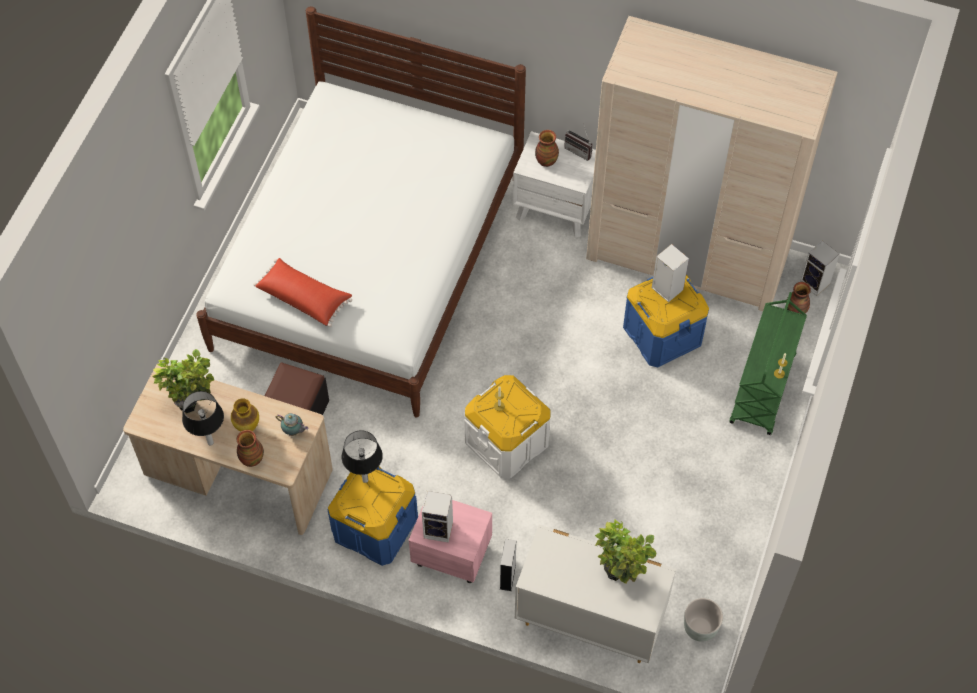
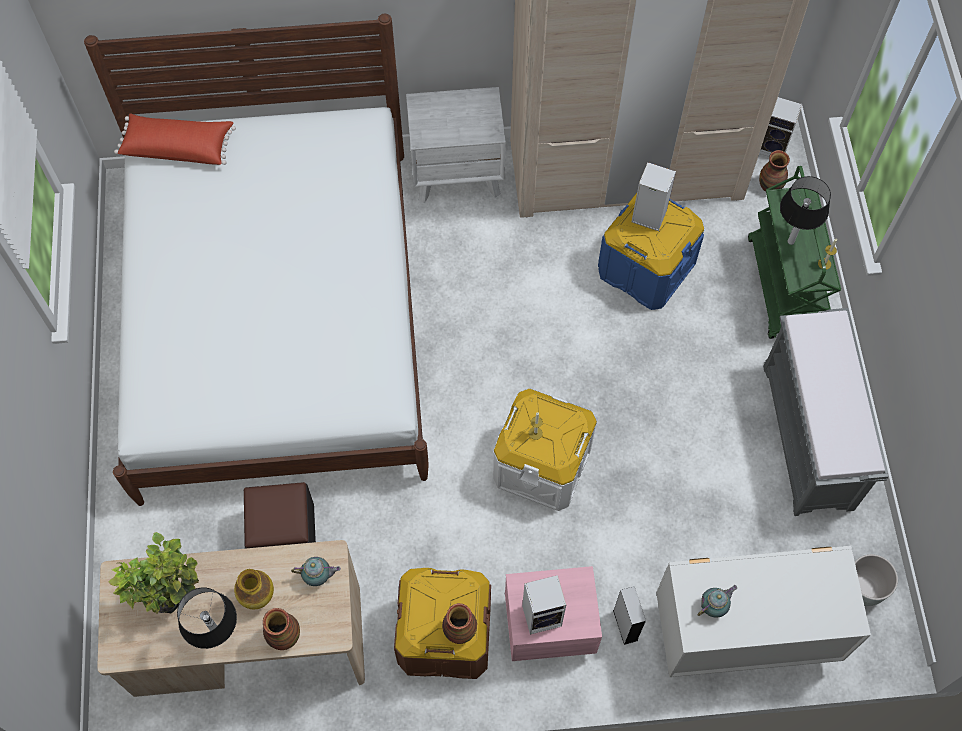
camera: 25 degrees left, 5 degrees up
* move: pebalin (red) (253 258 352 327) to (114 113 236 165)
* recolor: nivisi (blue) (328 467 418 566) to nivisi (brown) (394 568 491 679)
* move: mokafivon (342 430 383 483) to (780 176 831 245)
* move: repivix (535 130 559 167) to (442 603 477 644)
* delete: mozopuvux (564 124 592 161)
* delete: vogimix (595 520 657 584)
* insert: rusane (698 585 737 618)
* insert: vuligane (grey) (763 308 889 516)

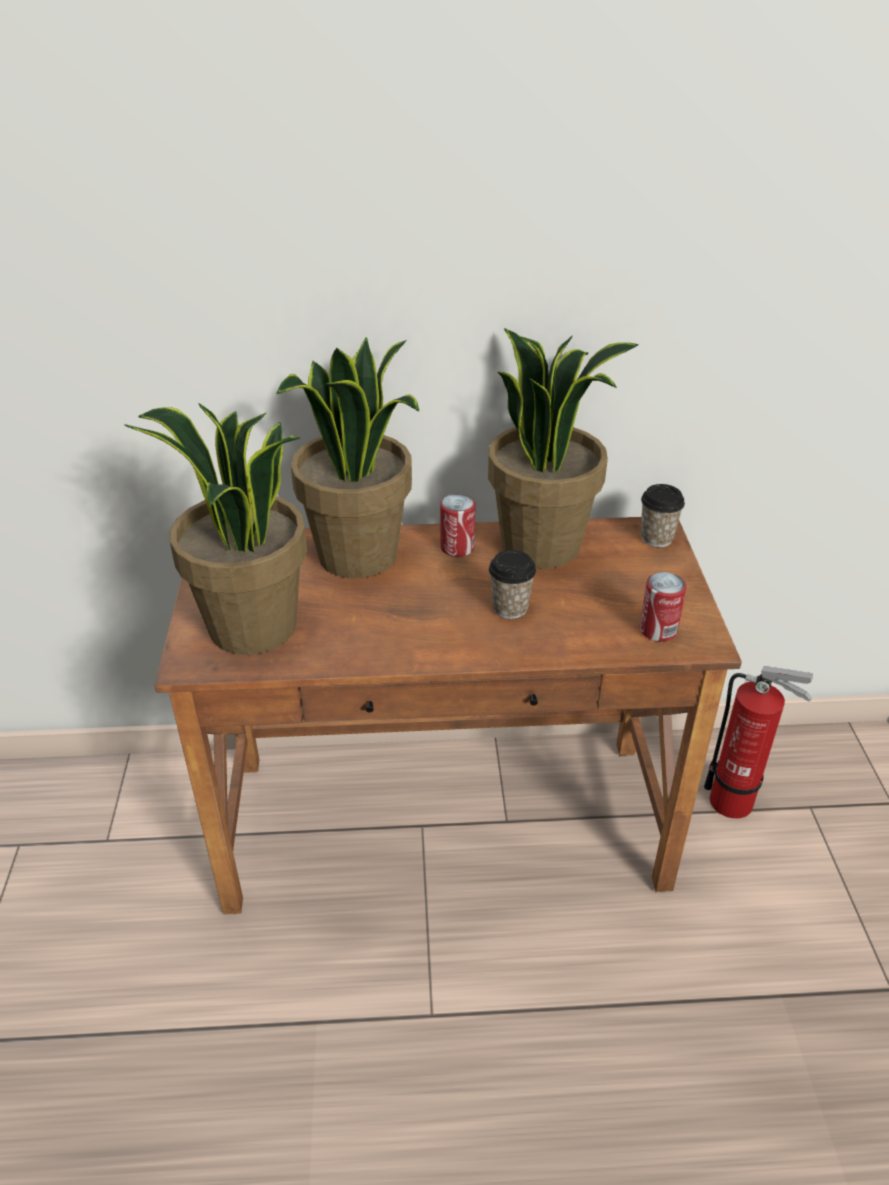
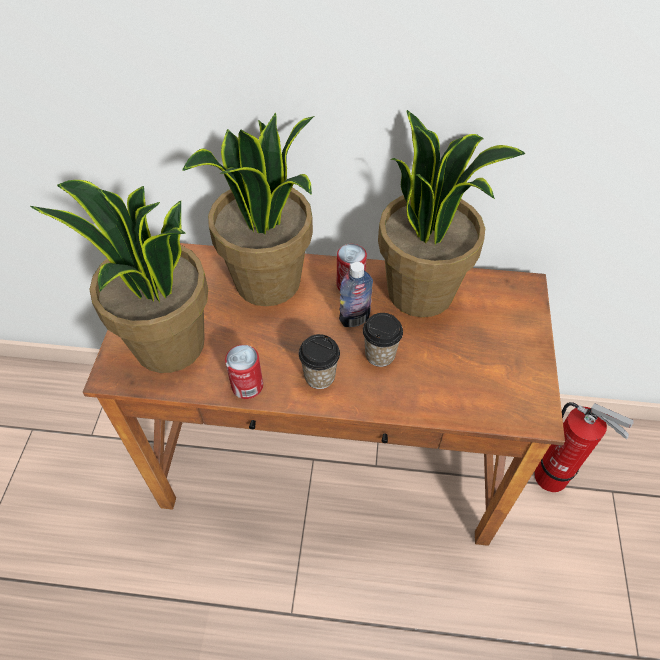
camera: 10 degrees right, 15 degrees up
* move: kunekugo (639 572 686 642) to (225 345 263 399)
* move: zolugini (641 484 685 547) to (299 334 340 389)
* insert: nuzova (339 262 373 327)

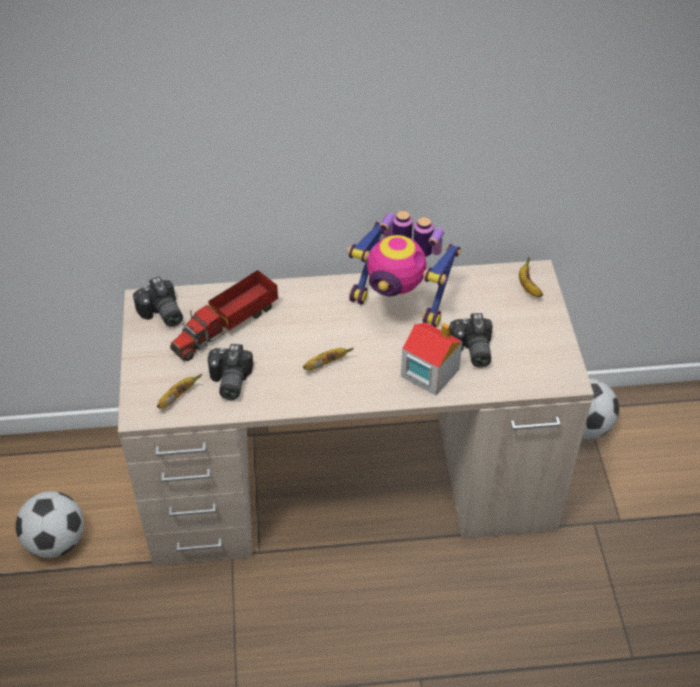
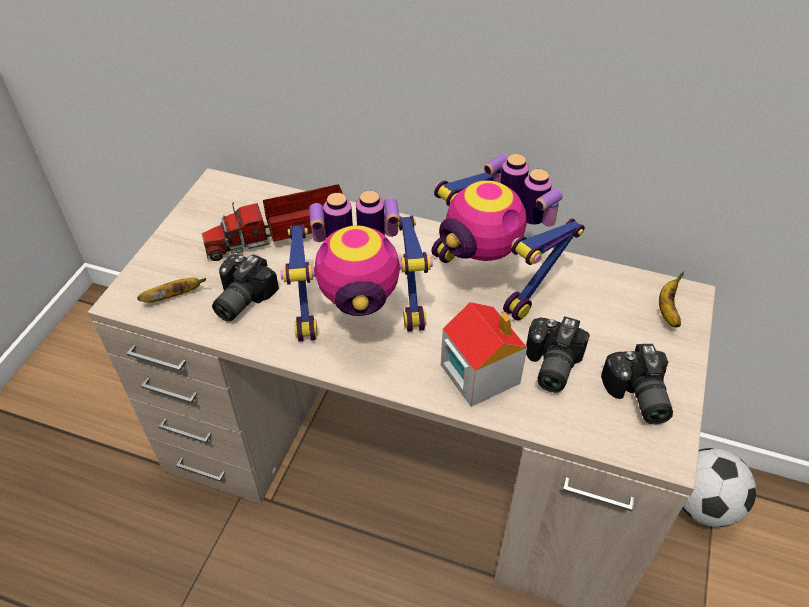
camera: 25 degrees right, 0 degrees up
* delete: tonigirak (15 491 84 558)
* move: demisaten (133 277 183 327) to (601 344 673 424)
* replace: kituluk (303 348 354 370) to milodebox (281 190 433 341)

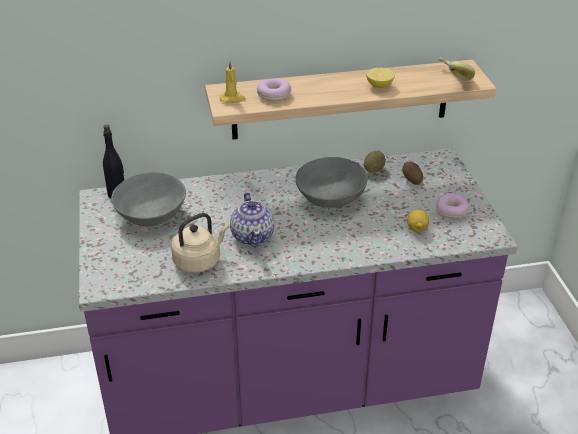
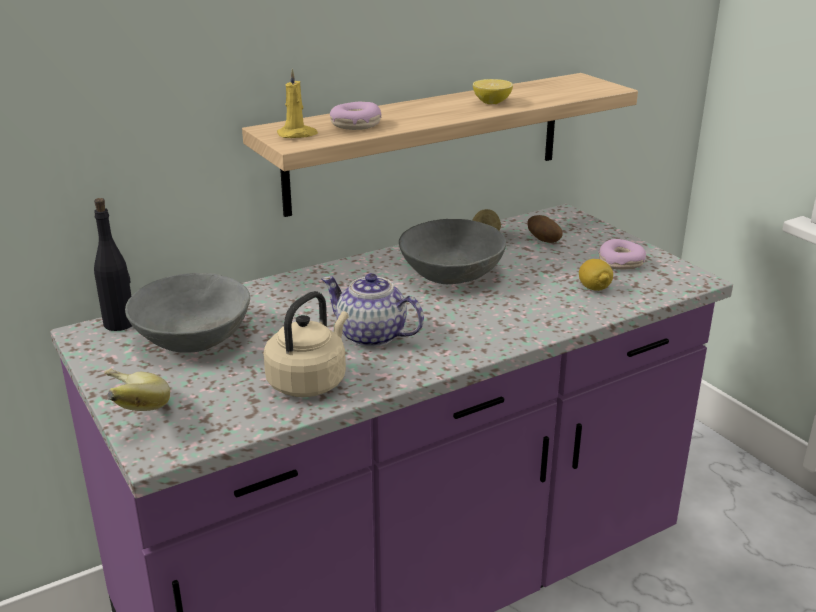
camera: 20 degrees left, 10 degrees down
* rotate: rusane (230 193 274 247) = (321 273 424 347) 150 degrees clockwise
* move: kituluk (439 57 475 81) to (104 368 170 411)

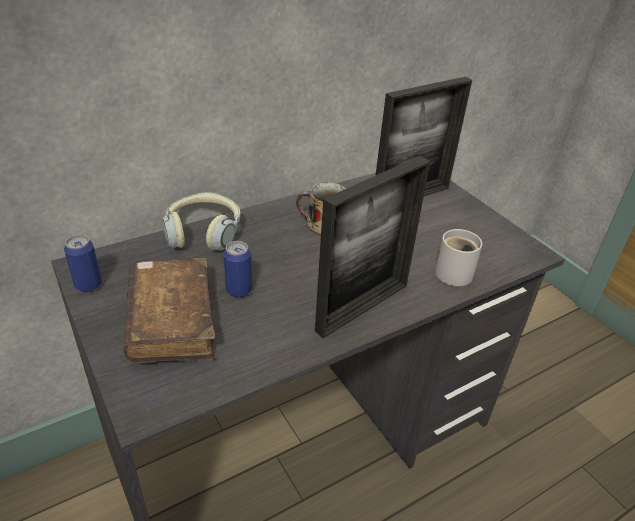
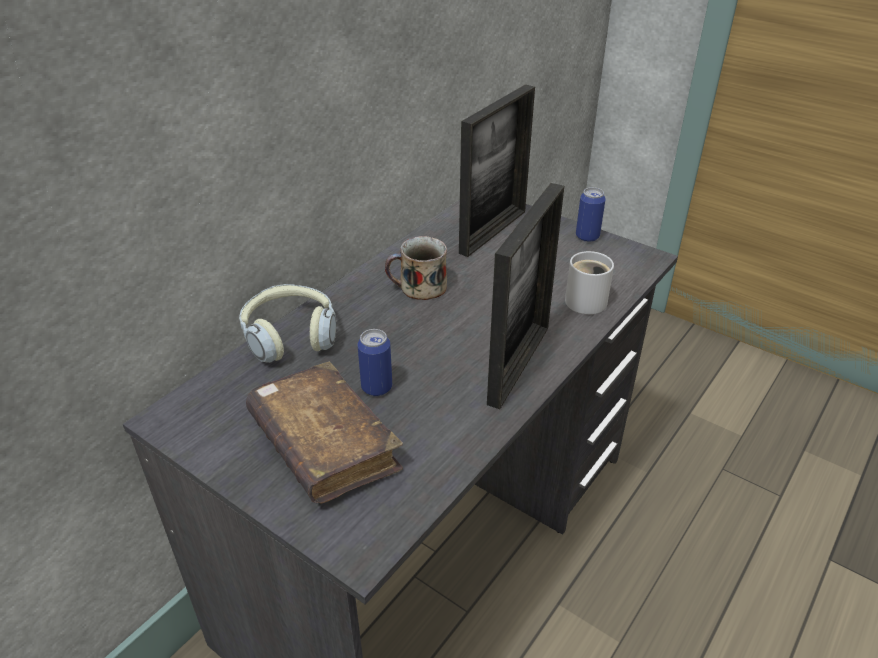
camera: 20 degrees left, 0 degrees up
* move: kunekugo (64 235 102 292) to (576 187 606 242)

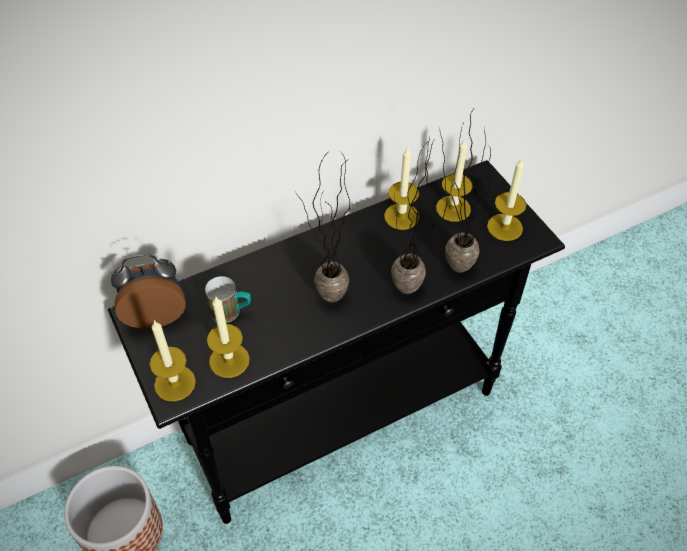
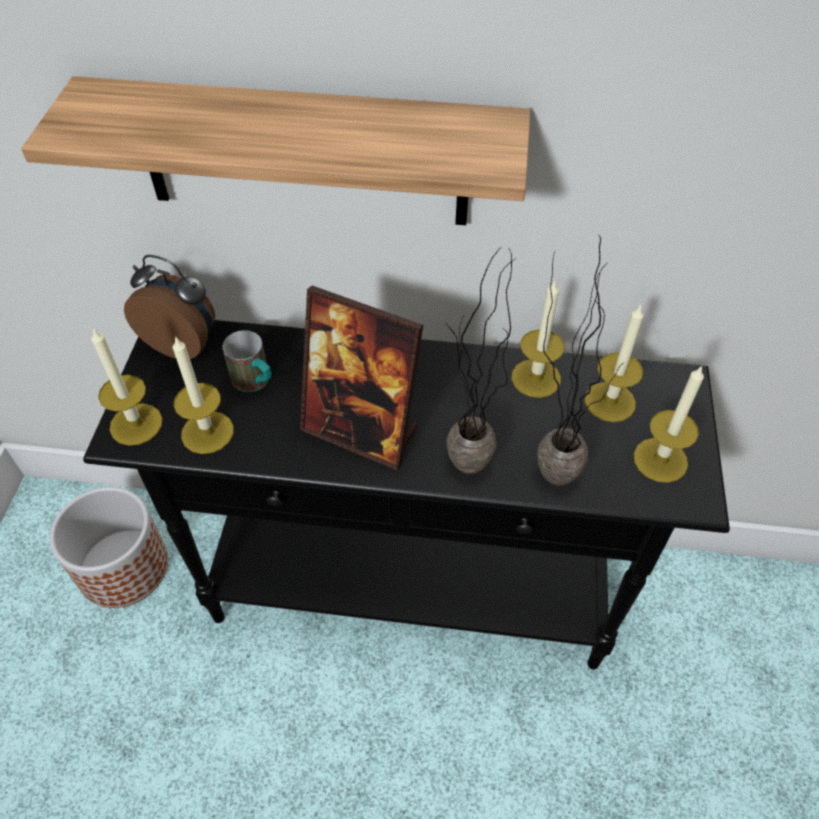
camera: 35 degrees right, 0 degrees up
* replace: vogimix (297 151 350 302) to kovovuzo (300 286 423 470)
* insert: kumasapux (21 76 531 225)

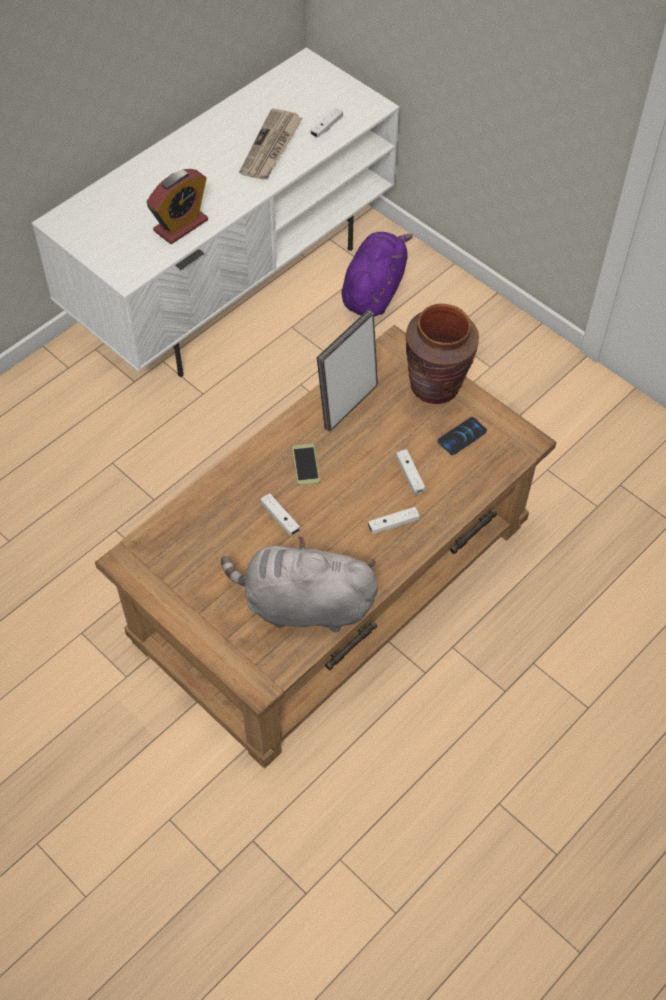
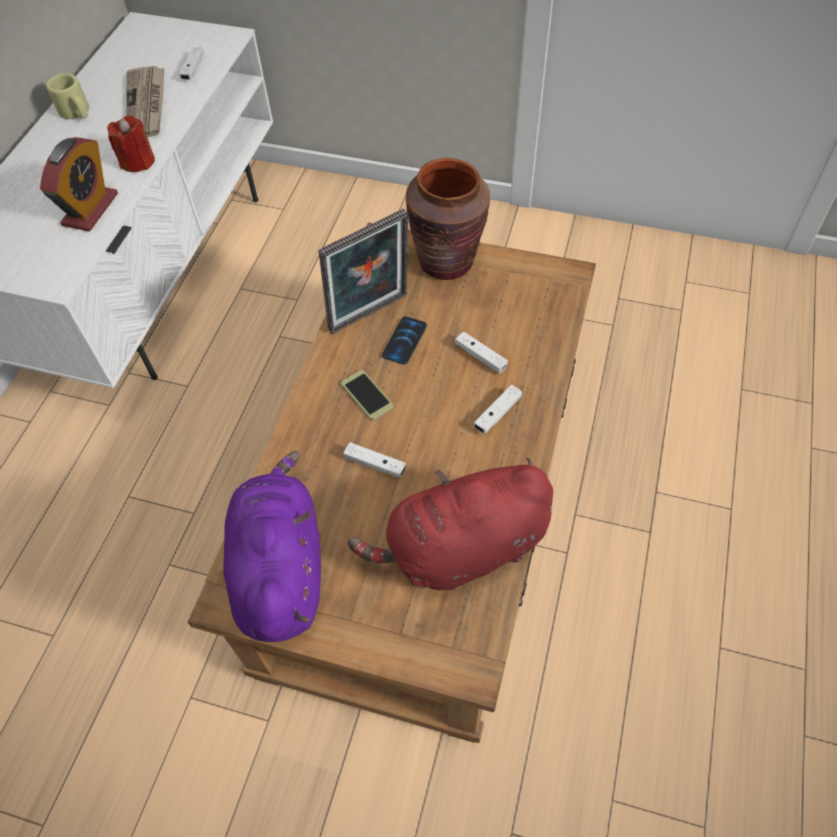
camera: 25 degrees left, 0 degrees up
* recolor: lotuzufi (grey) (221 536 378 632) to lotuzufi (red) (348 458 553 590)
* rotate: kovovuzo (317 310 378 432) = (319 209 408 334) 135 degrees counterclockwise
* move: lotuzufi (purple) (342 232 413 317) to (223 451 321 642)
* move: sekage (437 417 487 455) to (382 316 427 364)
* insert: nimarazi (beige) (46 73 89 119)
* insert: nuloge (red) (107 115 155 172)

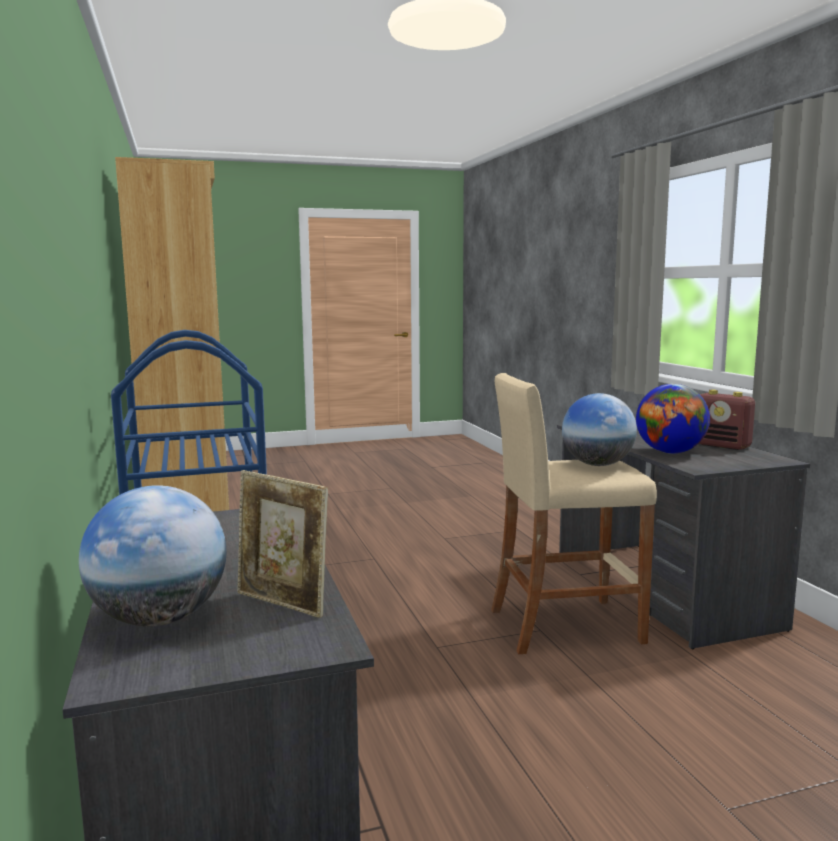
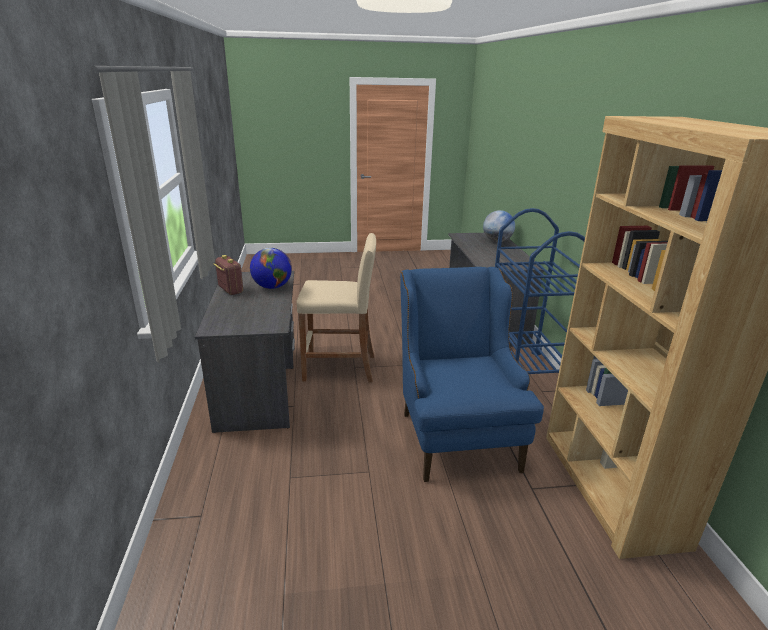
camera: 170 degrees left, 15 degrees up
* delete: kovovuzo (238 470 328 618)
* delete: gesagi (562 393 637 466)
* insert: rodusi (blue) (400 267 544 482)

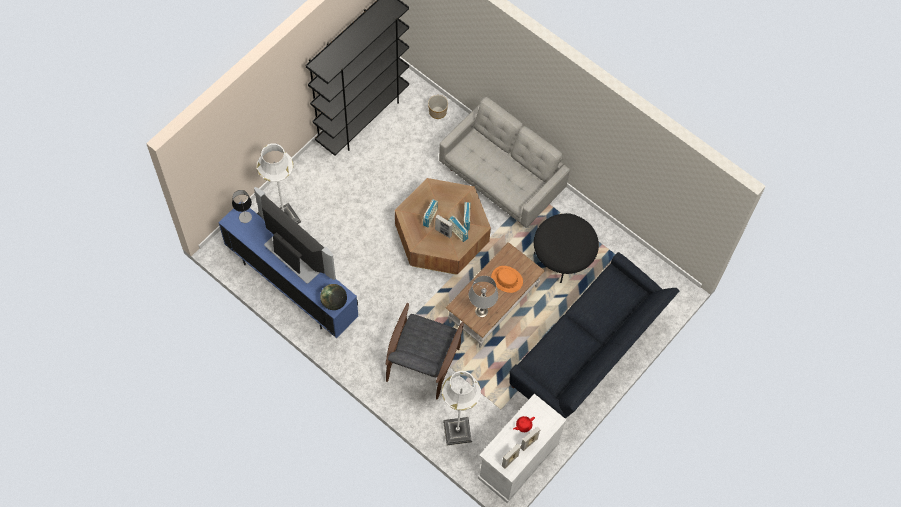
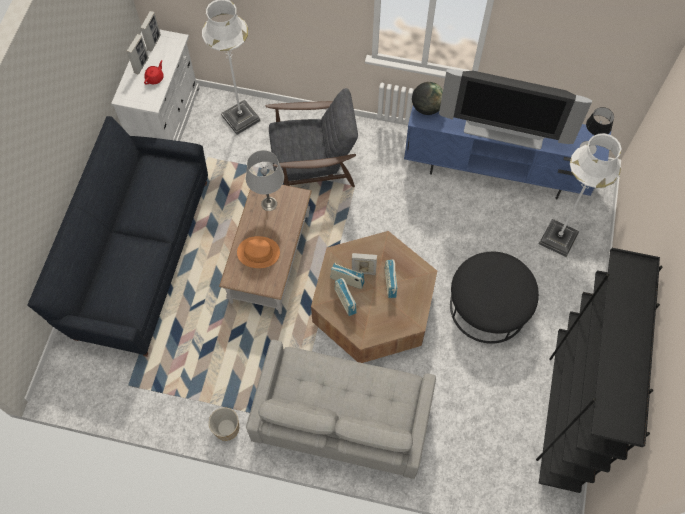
camera: 155 degrees right, 0 degrees up
* rotate: rodusi (grey) (386 303 464 400) = (266 88 358 187) 90 degrees clockwise
* move: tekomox (428 95 448 119) to (209 407 239 441)
* move: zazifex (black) (534 213 599 283) to (450 252 539 344)

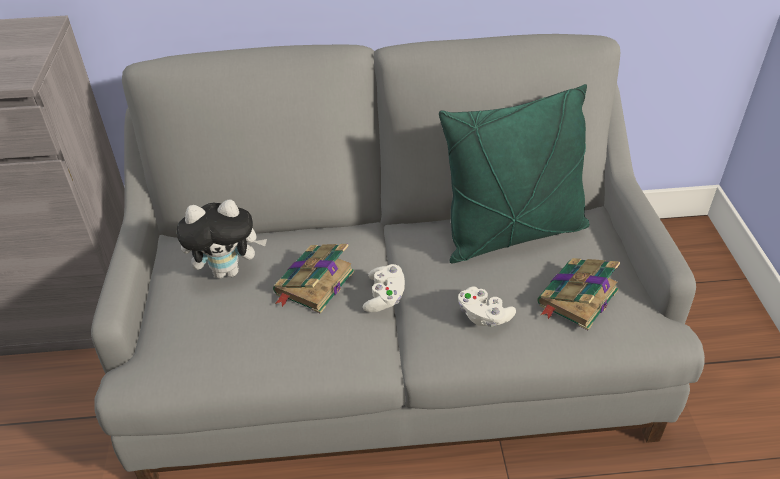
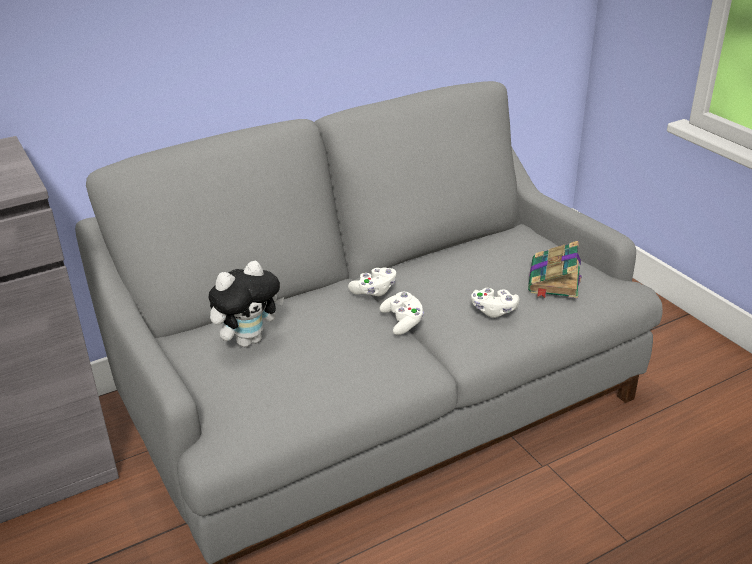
camera: 25 degrees left, 10 degrees down
* delete: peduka (273 244 355 314)
* delete: pebalin (green) (439 84 590 263)
* insert: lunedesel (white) (348 267 396 296)

